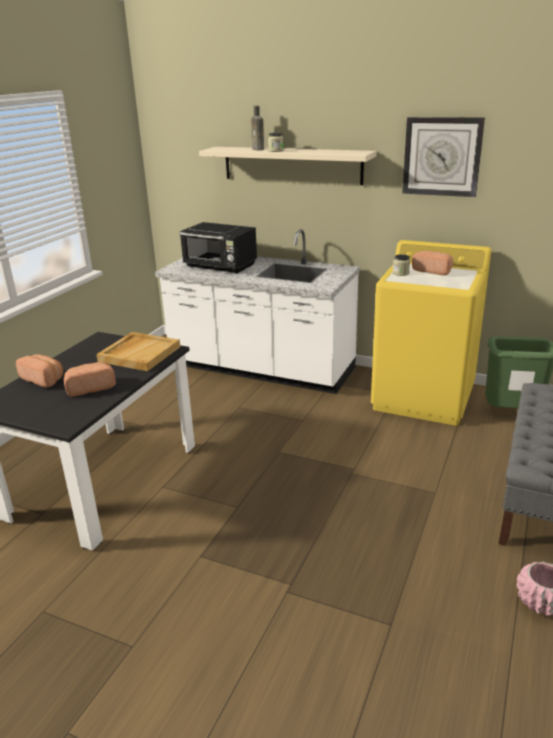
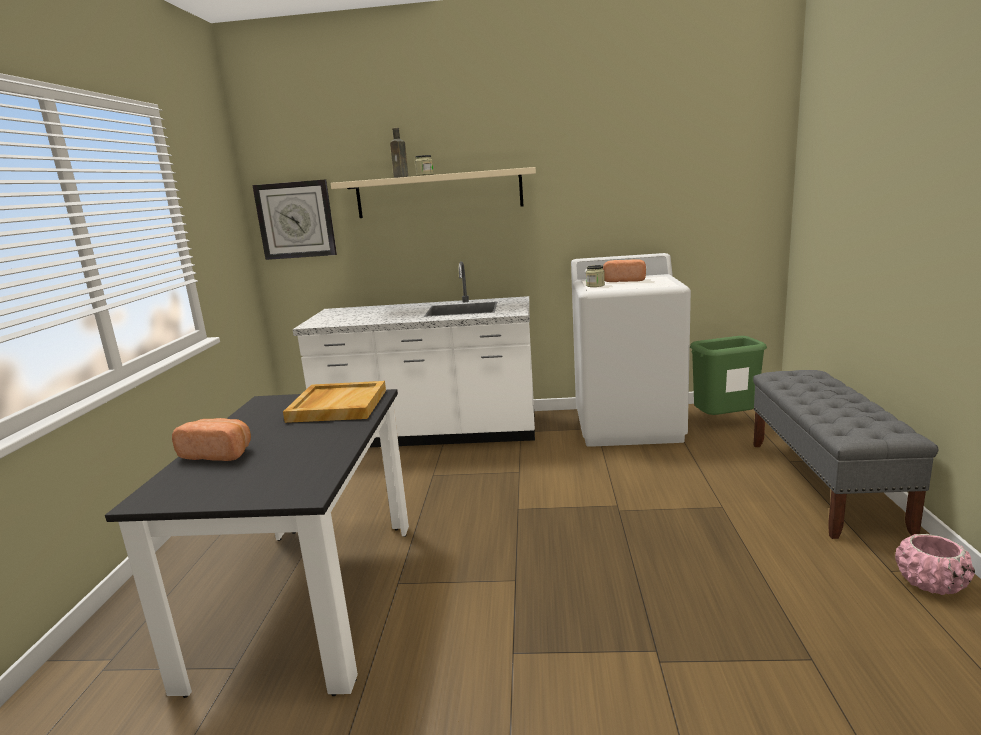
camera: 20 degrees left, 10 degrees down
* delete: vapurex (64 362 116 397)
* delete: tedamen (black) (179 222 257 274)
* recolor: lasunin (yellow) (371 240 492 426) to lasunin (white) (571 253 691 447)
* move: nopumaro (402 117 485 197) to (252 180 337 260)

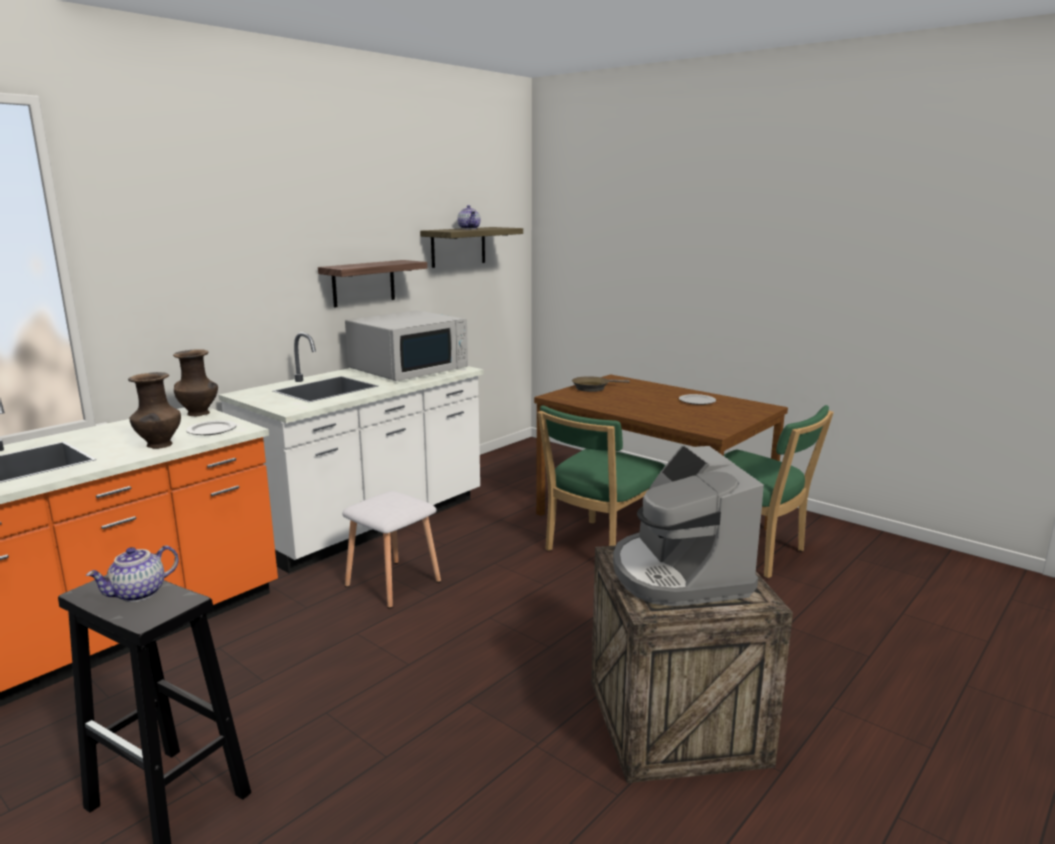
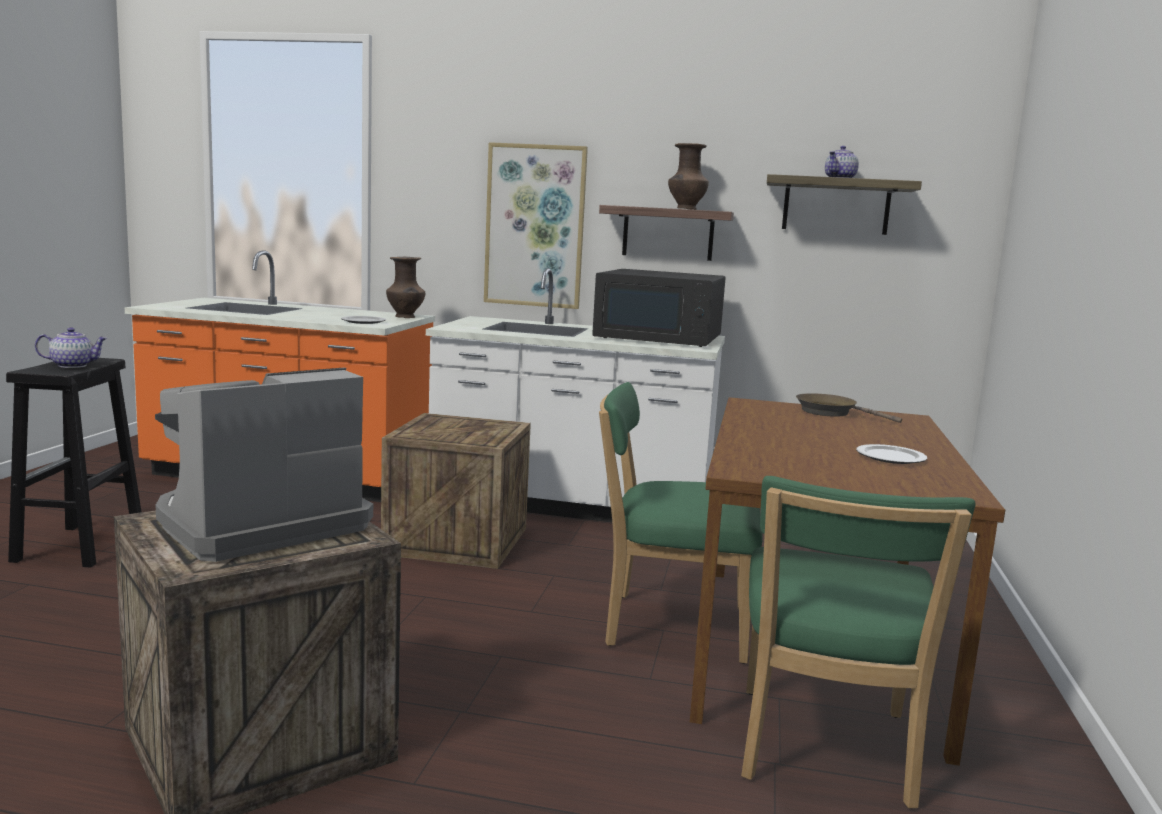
camera: 60 degrees right, 5 degrees down
* rotate: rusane (86 545 179 602) = (35 327 108 368) 150 degrees clockwise
* move: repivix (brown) (128 372 181 449) to (668 143 709 210)
* replace: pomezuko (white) (342 491 441 609) to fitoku (381 413 531 569)
* recolor: tedamen (white) (345 310 468 381) to tedamen (black) (592 269 726 347)
* insert: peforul (484 142 588 309)

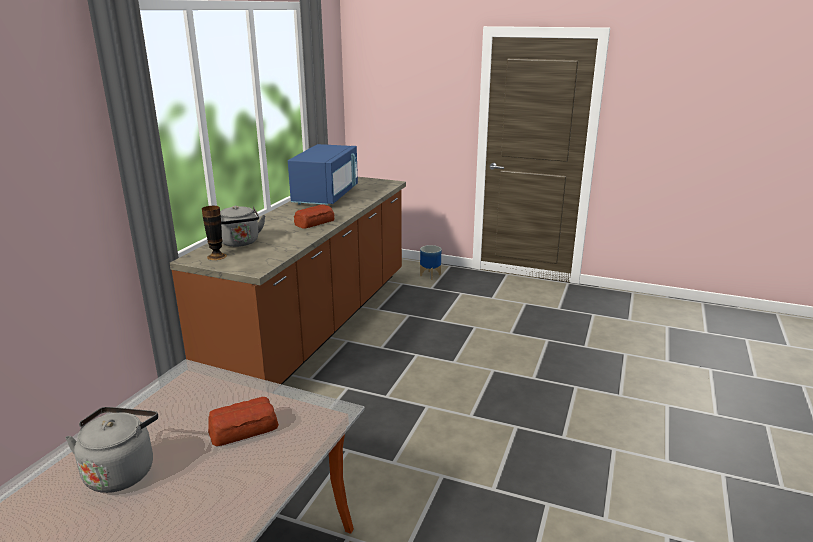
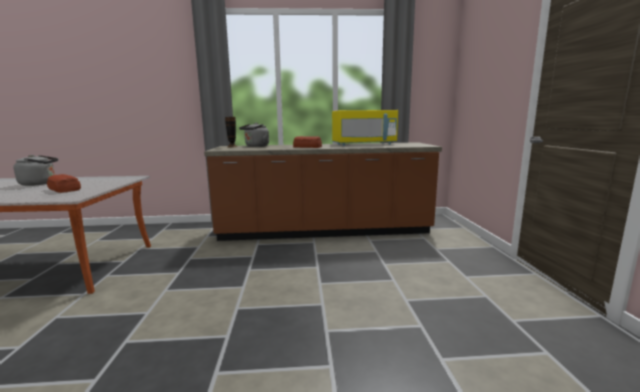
camera: 65 degrees right, 10 degrees down
* recolor: tedamen (blue) (288 144 358 205) to tedamen (yellow) (332 110 398 146)
* delete: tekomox (420 245 441 280)

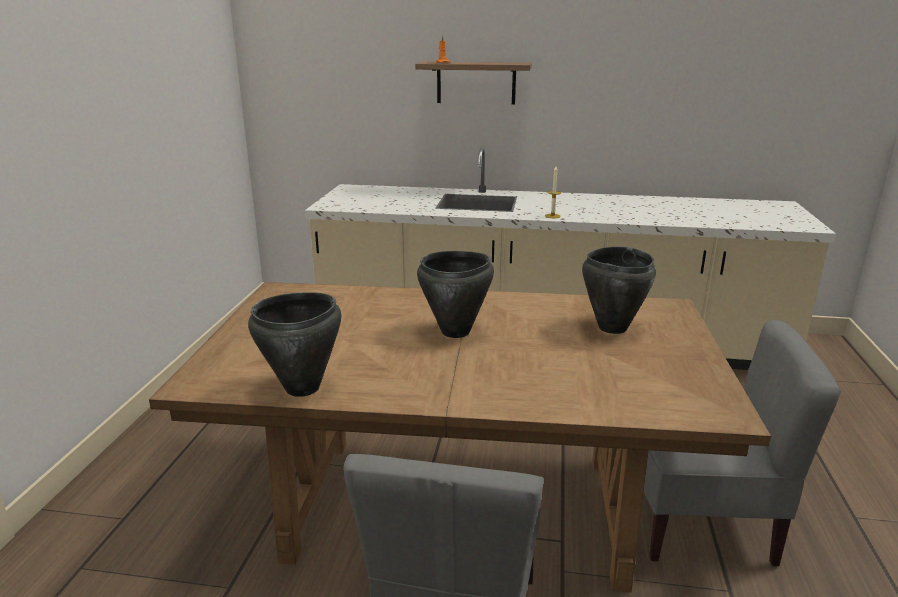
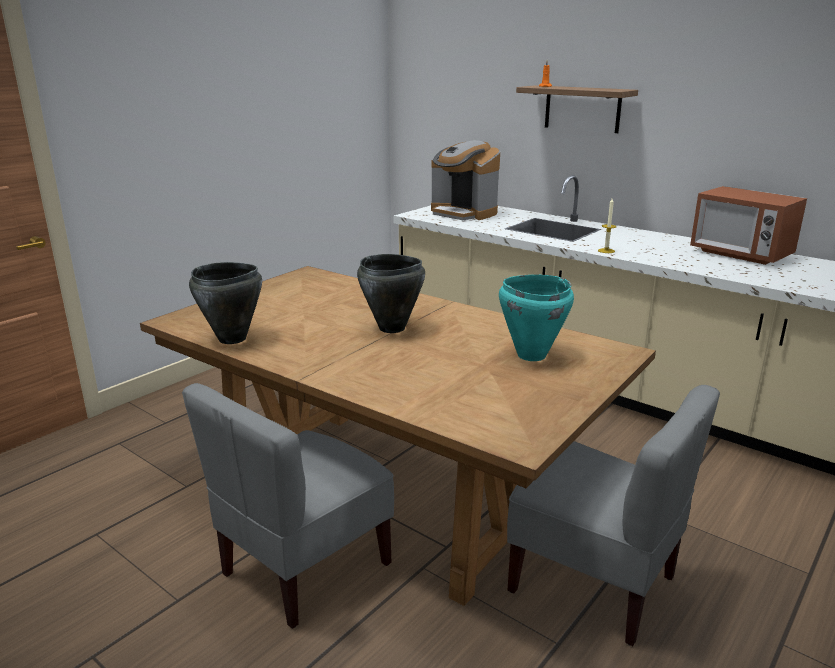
camera: 30 degrees right, 0 degrees up
* recolor: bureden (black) (582 247 656 334) to bureden (turquoise) (499 275 574 361)
* insert: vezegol (431 140 500 220)
* insert: tedamen (690 186 807 265)

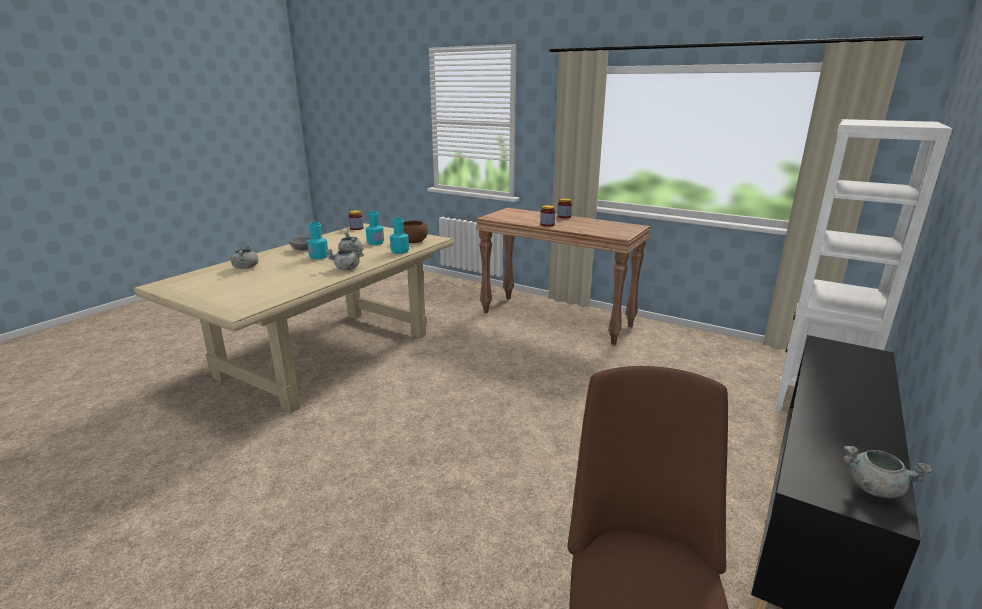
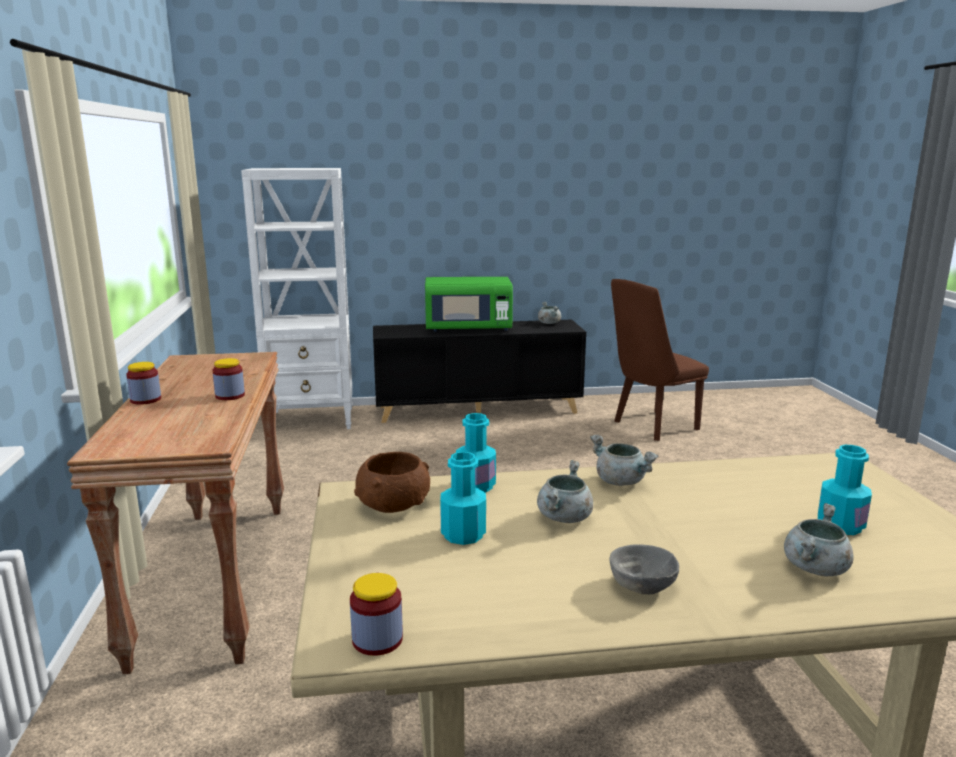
camera: 130 degrees left, 5 degrees down
* move: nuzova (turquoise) (307 222 328 259) to (818 445 872 535)
* insert: tedamen (green) (425 277 513 332)

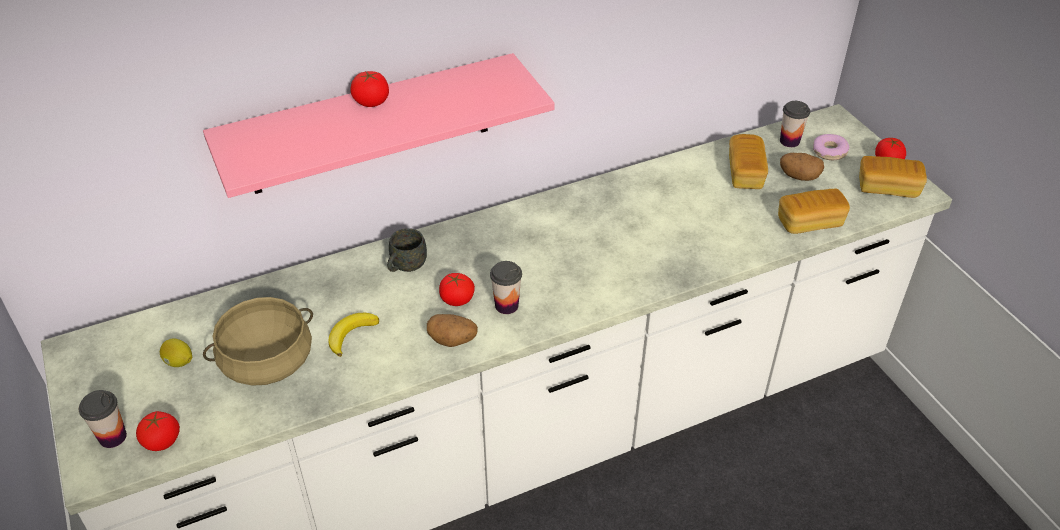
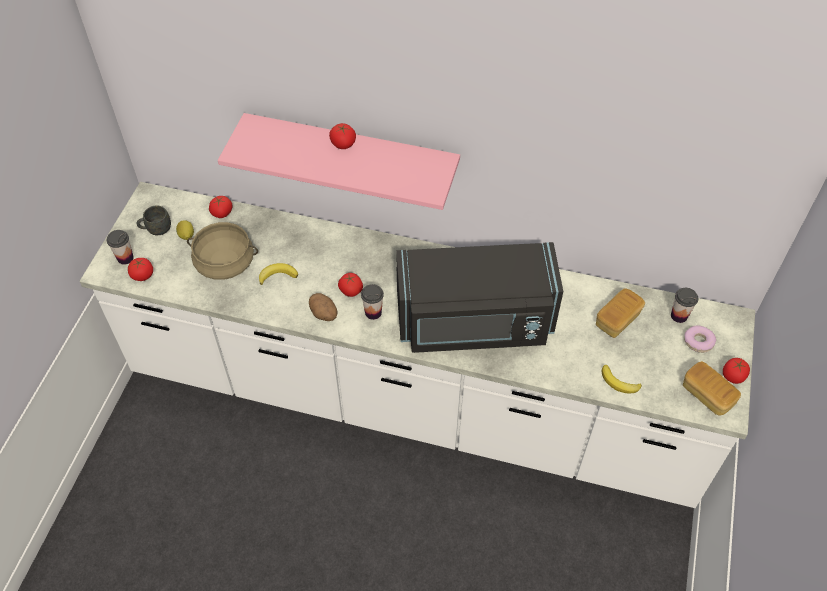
camera: 40 degrees right, 10 degrees up
* move: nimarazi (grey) (387 228 427 272) to (136 205 171 235)
* replace: vapurex (778 189 850 234) to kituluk (602 365 642 394)
* delete: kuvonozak (780 153 824 181)
* insert: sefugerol (209 196 232 218)
* insert: tedamen (black) (396 242 563 353)

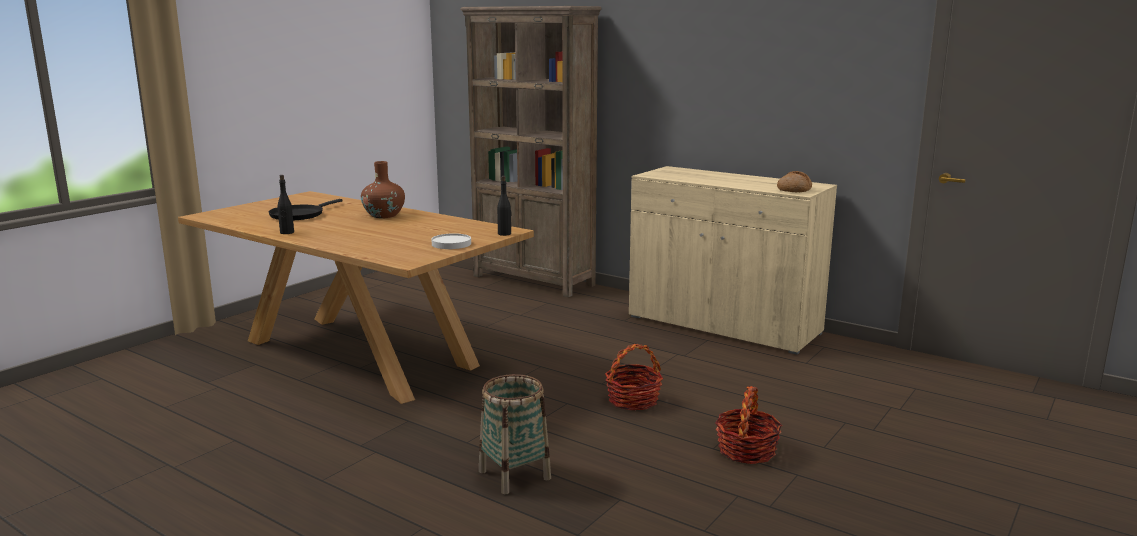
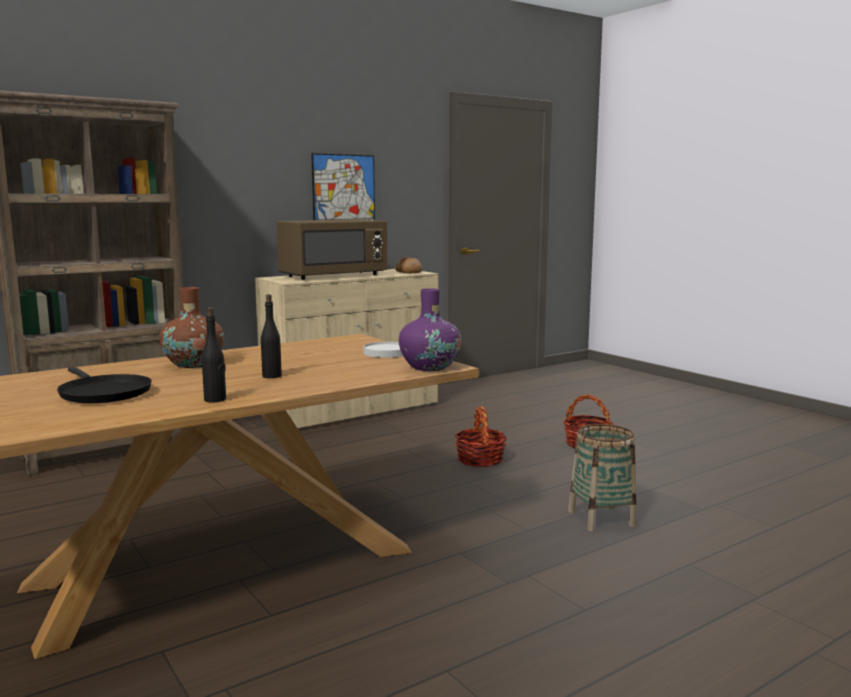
camera: 70 degrees left, 5 degrees down
* move: nuzova (black) (497 176 512 236) to (261 294 282 378)
* insert: tedamen (brown) (277 220 387 280)
* insert: peforul (311 153 375 220)
* insert: repivix (purple) (399 288 461 371)

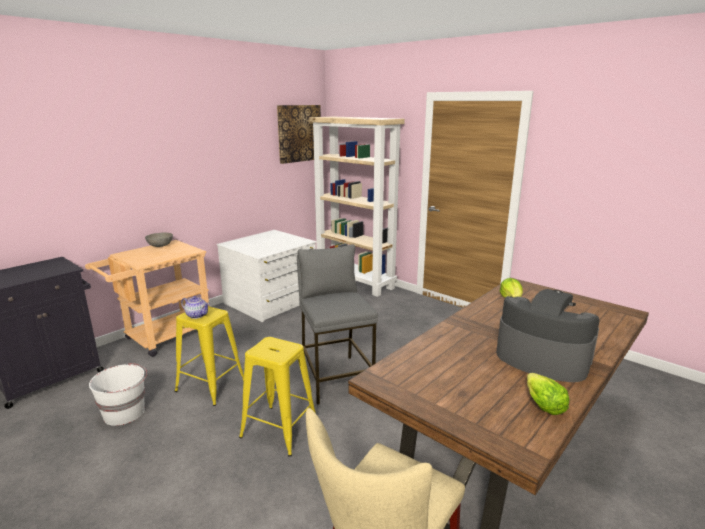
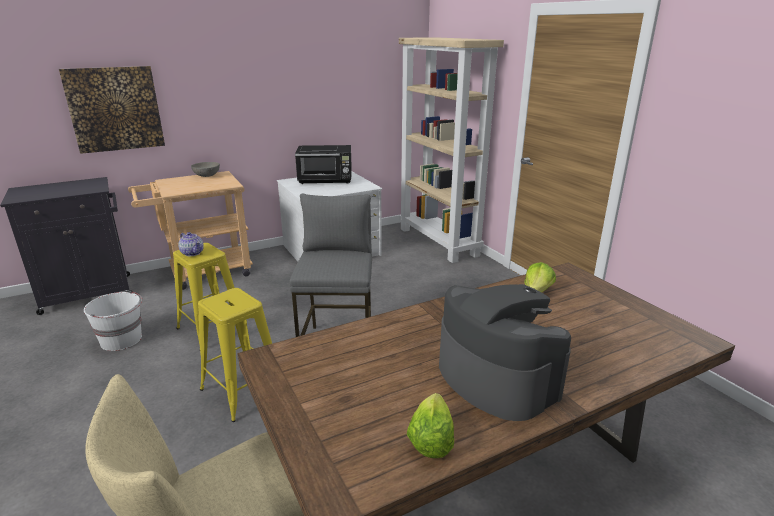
camera: 20 degrees right, 5 degrees up
* move: peforul (277 105 321 164) to (59 66 165 154)
* insert: tedamen (black) (295 145 352 184)

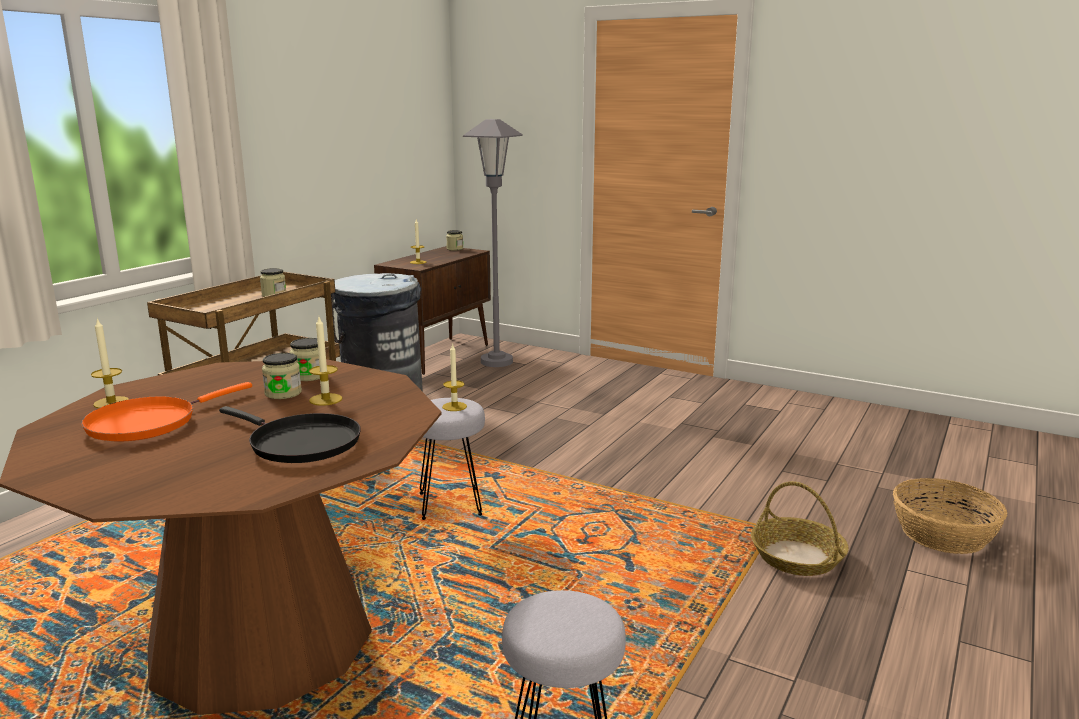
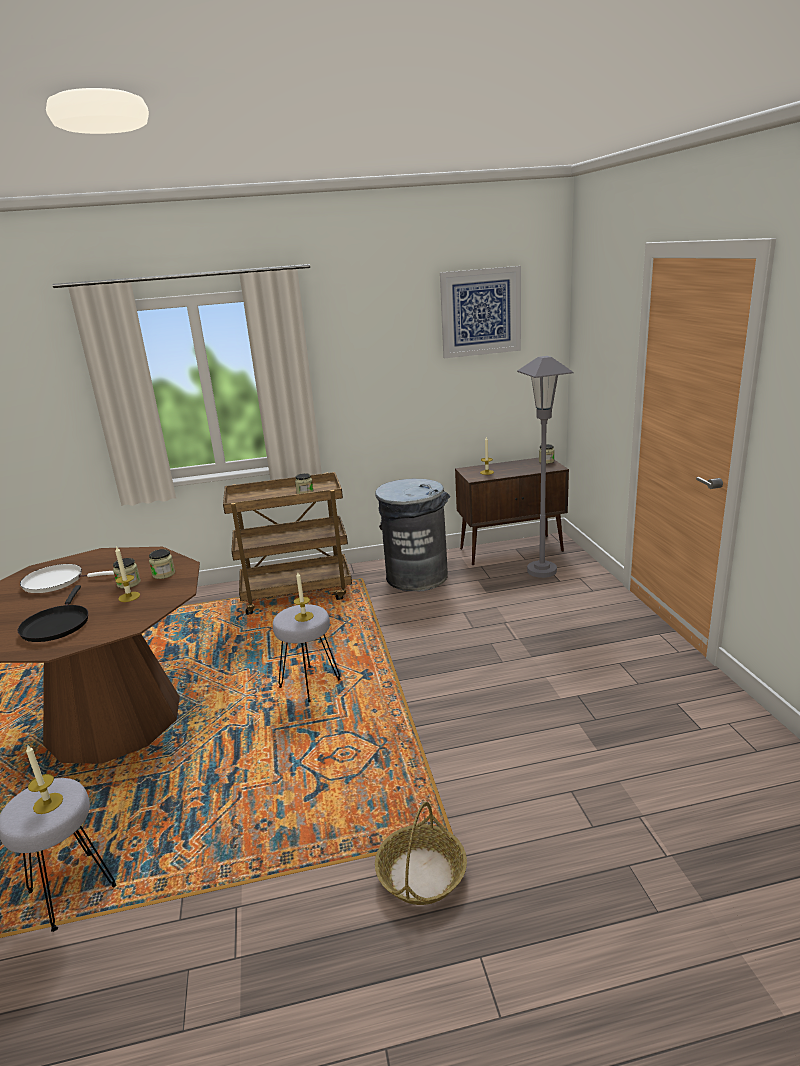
camera: 50 degrees right, 5 degrees up
* recolor: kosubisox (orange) (81 382 252 442) to kosubisox (white) (20 564 114 593)
* move: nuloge (91 318 129 408) to (26 744 63 814)
* delete: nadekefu (893 478 1008 554)
* insert: peforul (440 266 521 358)

